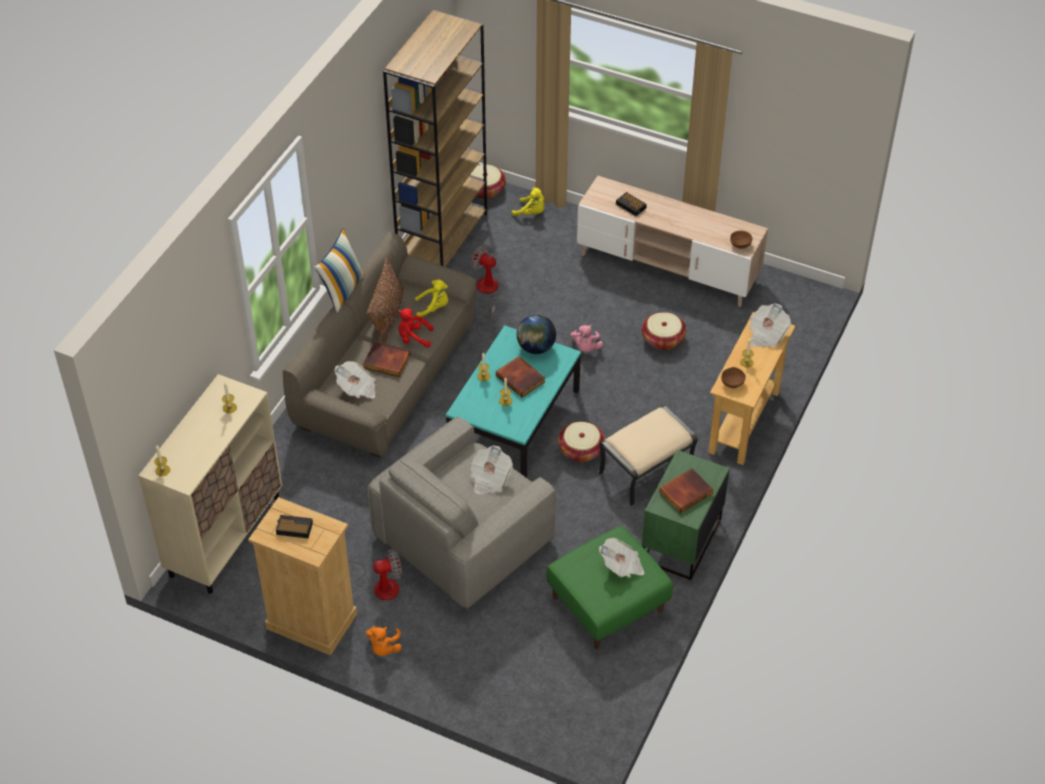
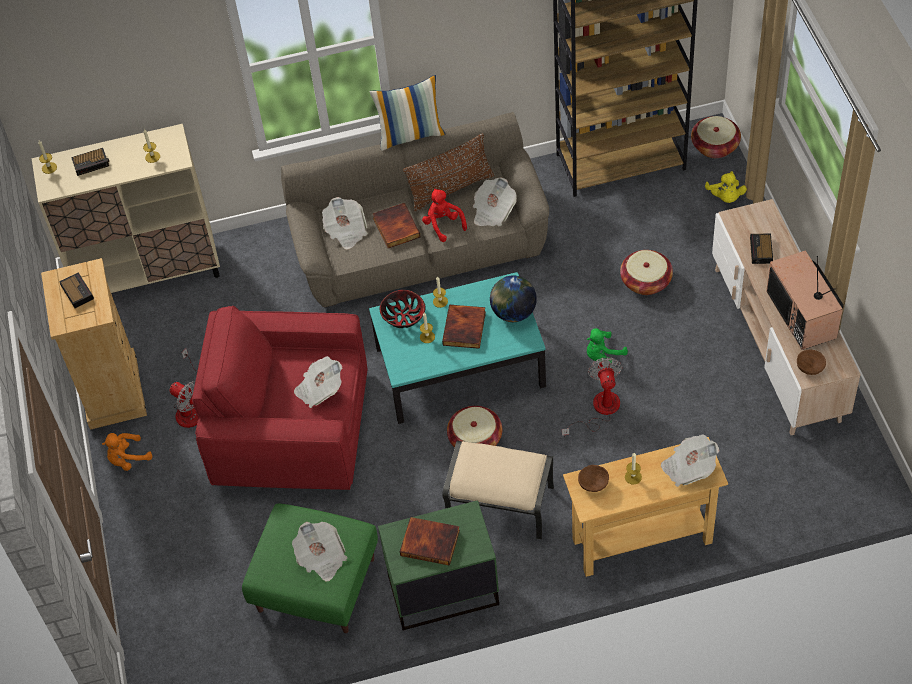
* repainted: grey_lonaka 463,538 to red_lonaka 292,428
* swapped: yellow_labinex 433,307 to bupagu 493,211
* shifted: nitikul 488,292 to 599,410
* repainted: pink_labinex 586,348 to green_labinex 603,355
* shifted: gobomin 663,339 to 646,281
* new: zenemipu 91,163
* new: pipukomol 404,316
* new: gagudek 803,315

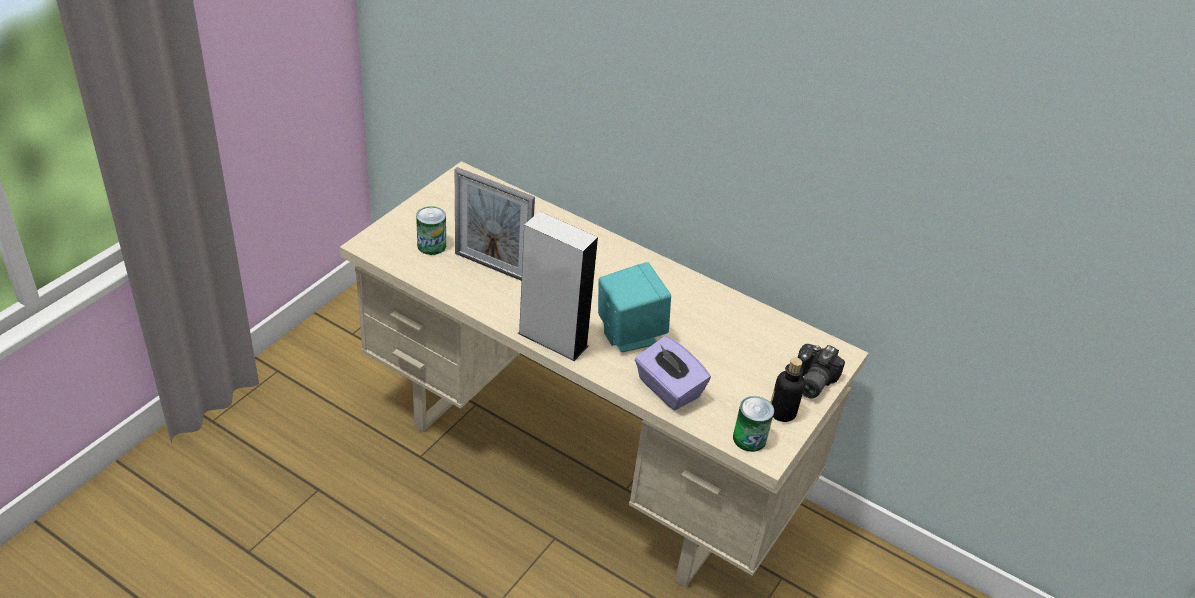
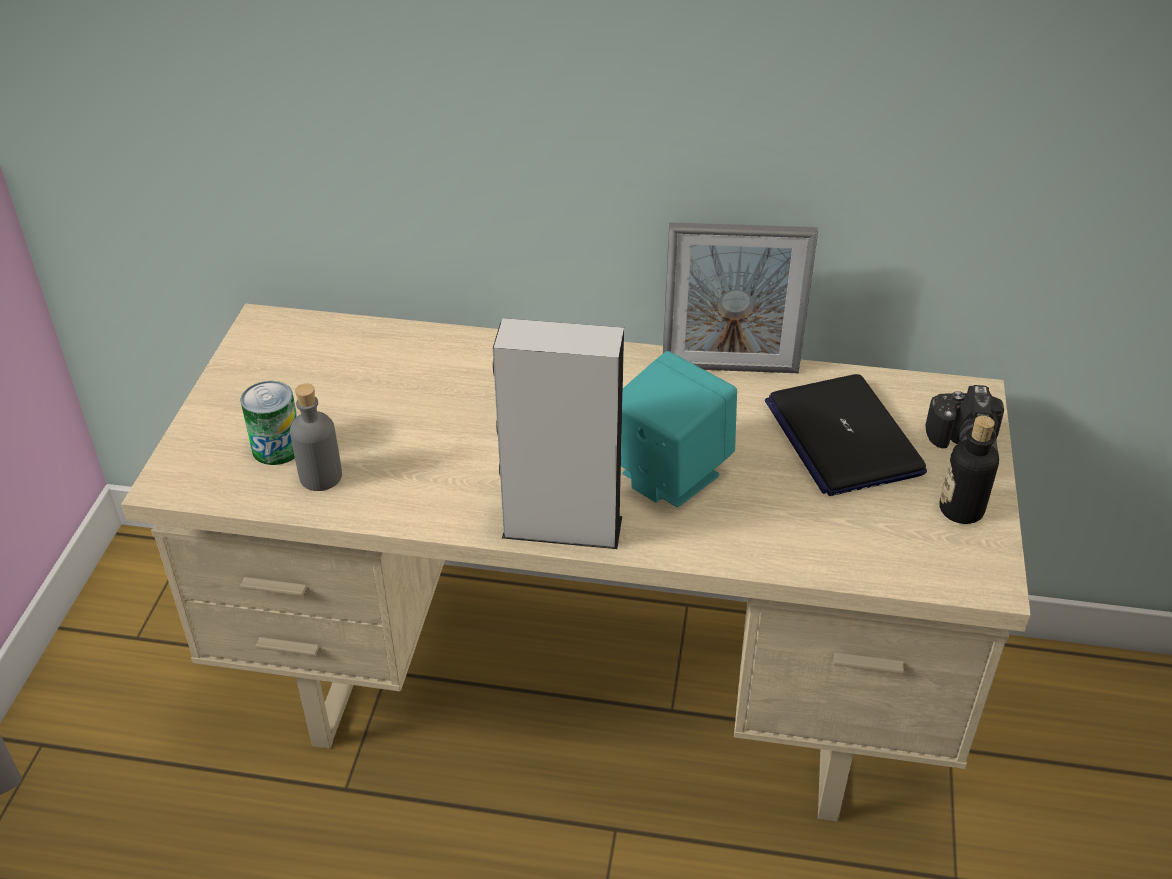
* shifted: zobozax 492,267 to 730,368
* gone: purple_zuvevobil 668,389
* gone: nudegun 749,438
* new: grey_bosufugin 320,477
* new: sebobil 842,437

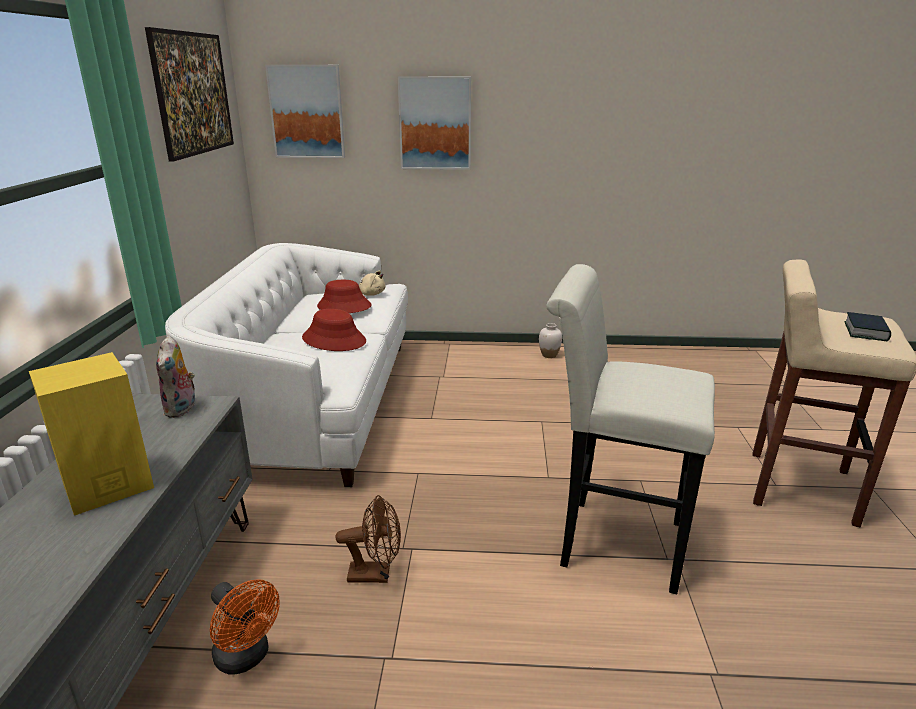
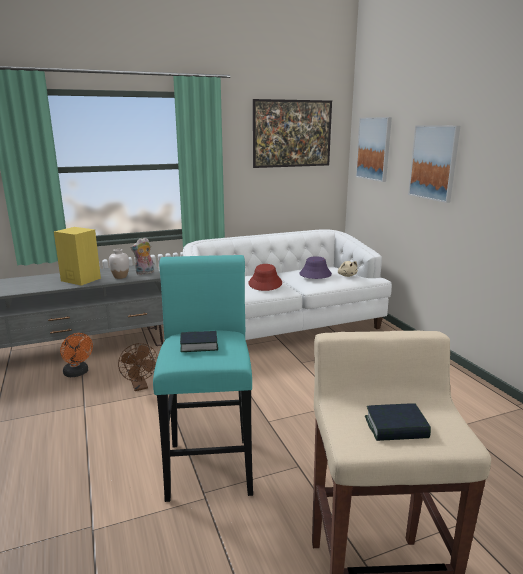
* rotated: orange_nitikul 247,658 = 78,373 60 degrees counterclockwise
* repainted: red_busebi 344,306 to purple_busebi 315,274
* shifted: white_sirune 549,355 to 120,277
* repainted: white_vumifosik 611,541 to turquoise_vumifosik 209,462
* new: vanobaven 199,345

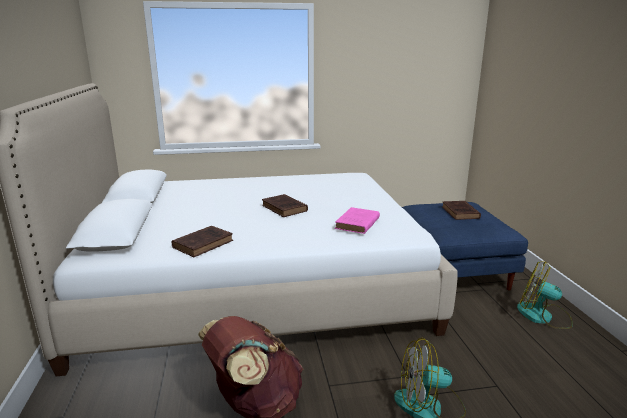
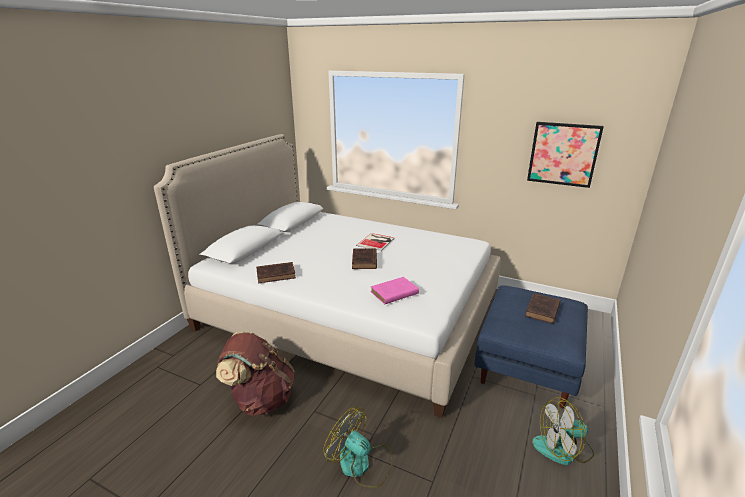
* rotated: nitikul 543,316 = 563,449 75 degrees counterclockwise
* new: vanobaven 376,242
* new: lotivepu 563,154

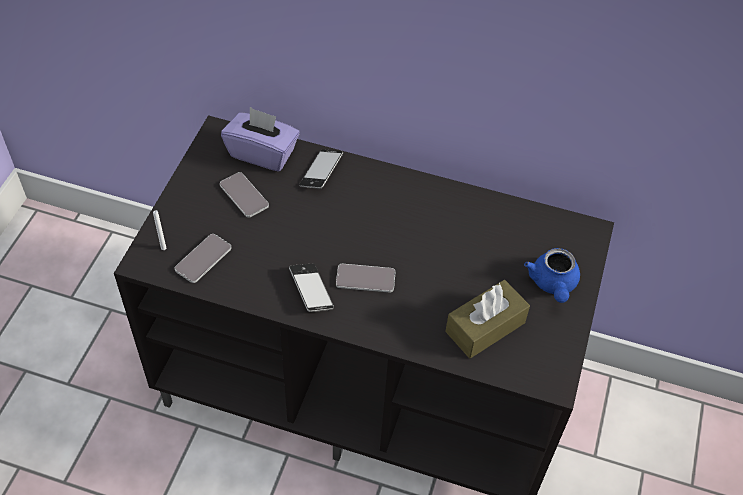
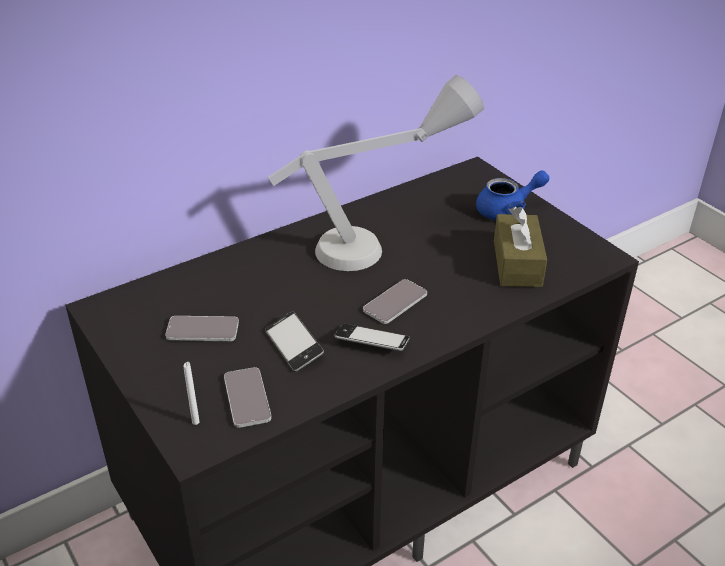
* gone: purple_zuvevobil 262,153
* shifted: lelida 321,172 to 294,346
* rotated: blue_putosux 553,284 = 508,210 60 degrees counterclockwise
* new: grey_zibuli 380,242

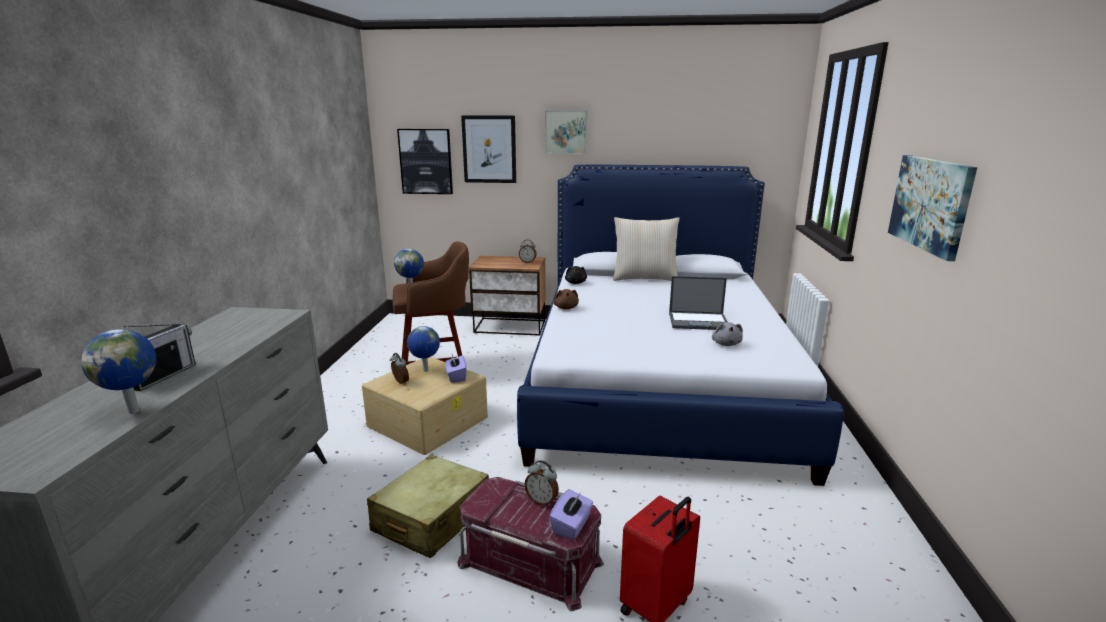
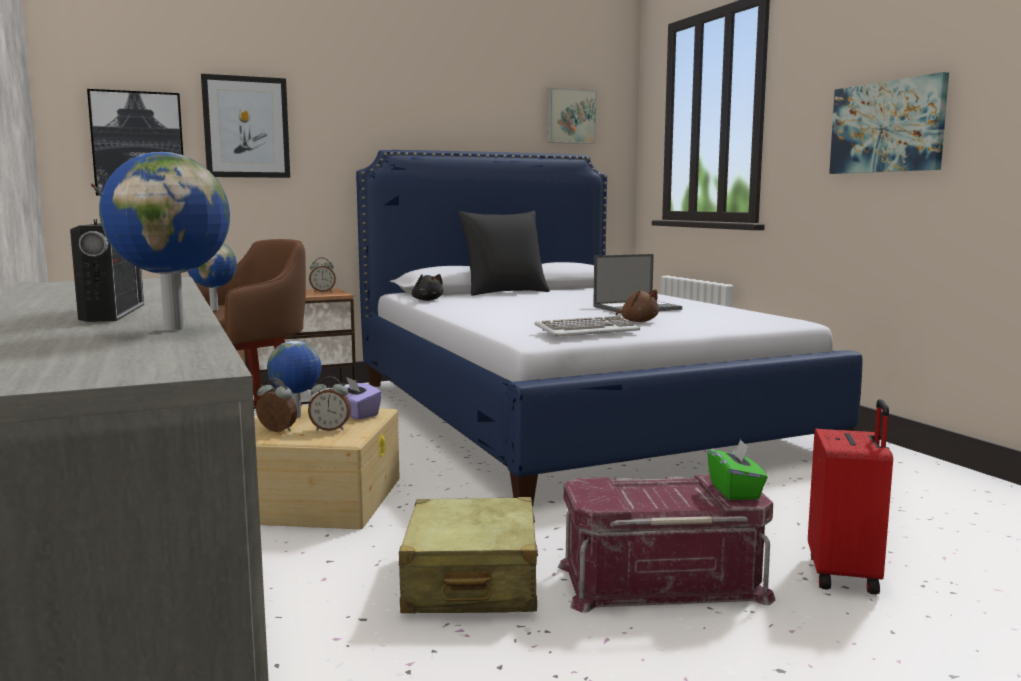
* shifted: zenemipu 542,501 to 330,429
* shifted: lotivepu 566,132 to 570,116
* repainted: purple_zuvevobil 571,526 to green_zuvevobil 735,491
* shifted: brown_labinex 566,308 to 638,321
* repainted: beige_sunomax 644,278 to black_sunomax 504,292
* gone: grey_labinex 726,344
* new: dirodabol 587,331

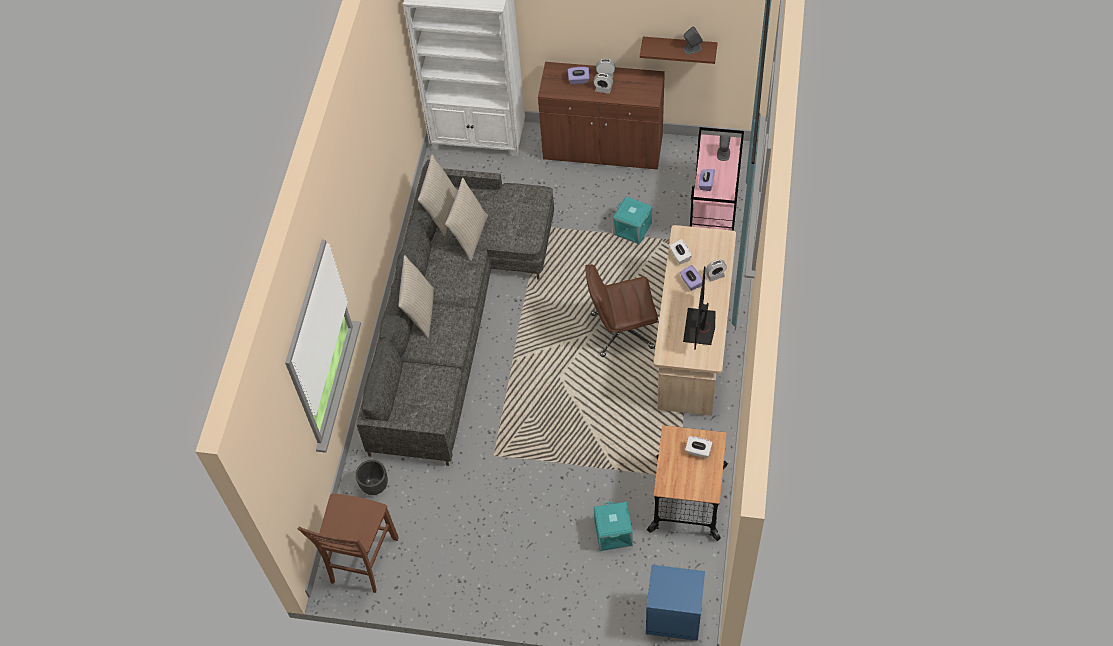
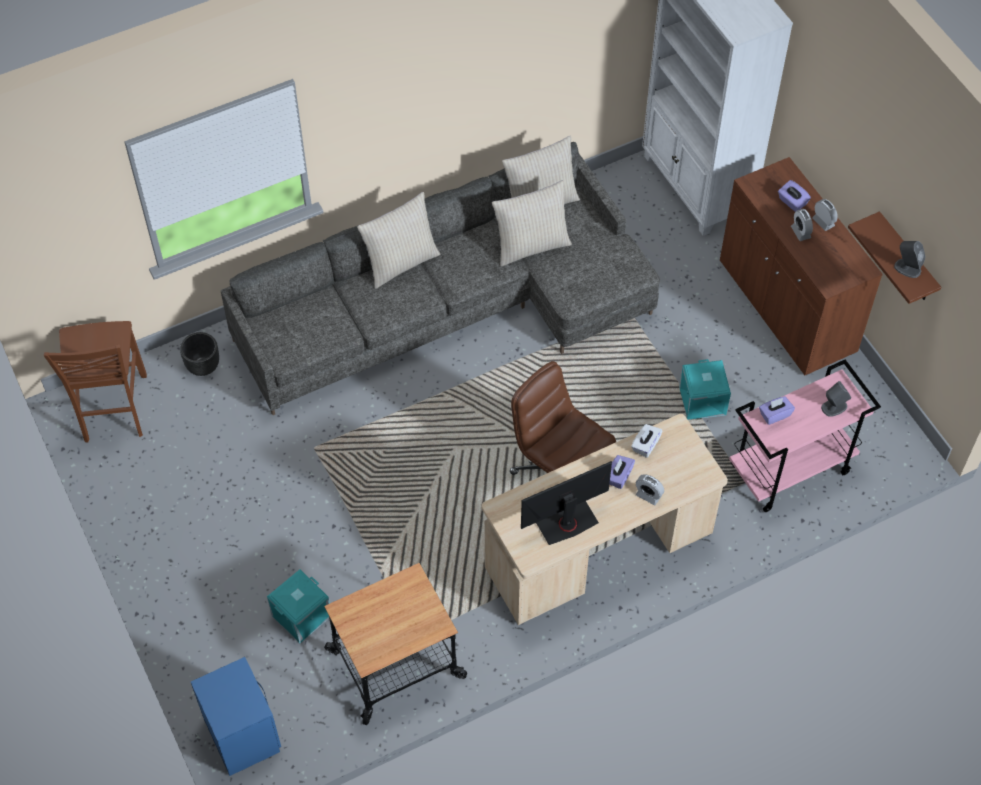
* rotated: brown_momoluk 362,561 = 113,410 75 degrees counterclockwise
* gone: white_zuvevobil 698,451

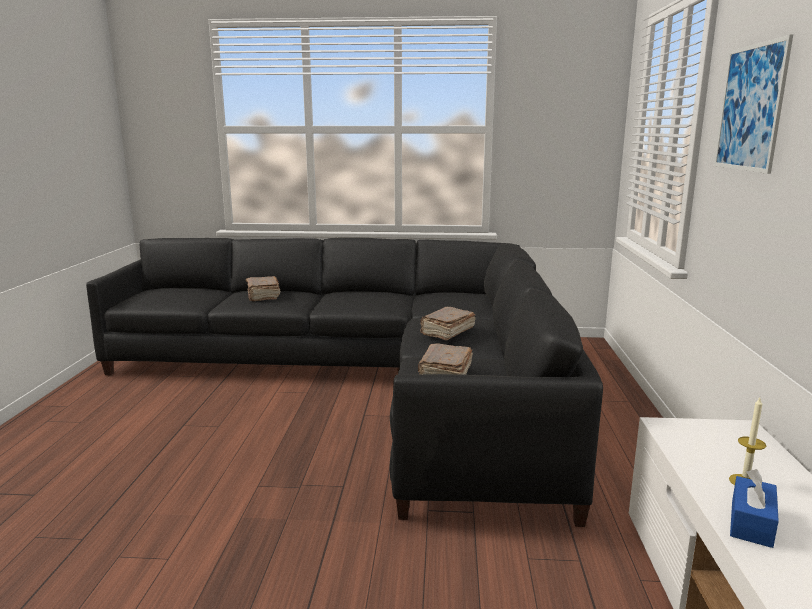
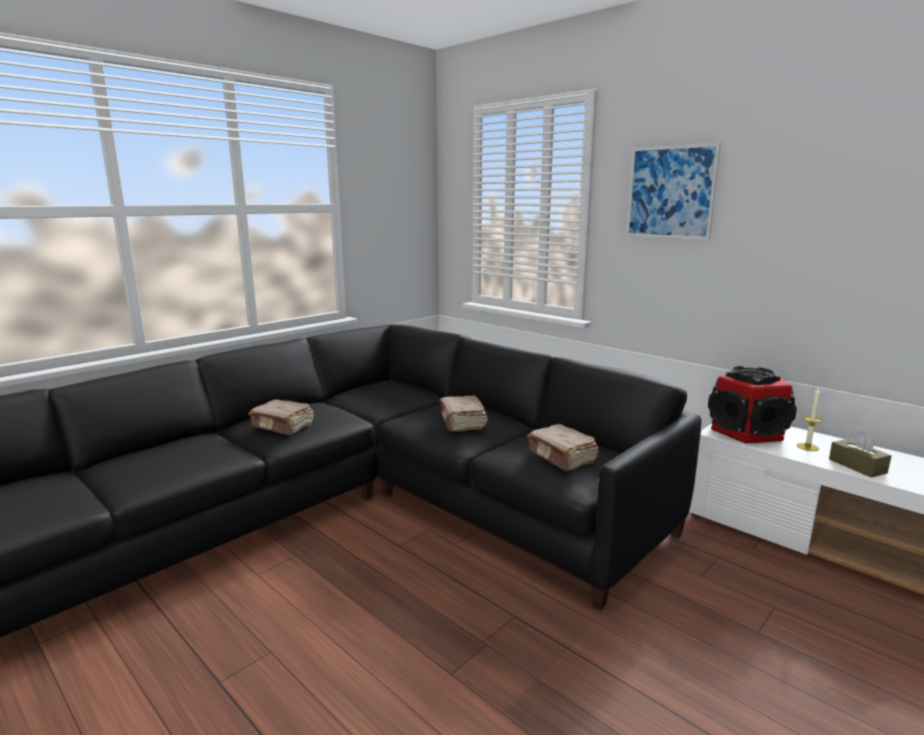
* shifted: brown_vanobaven 263,296 to 283,426
* repainted: blue_zuvevobil 751,523 to brown_zuvevobil 857,466
* new: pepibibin 747,432

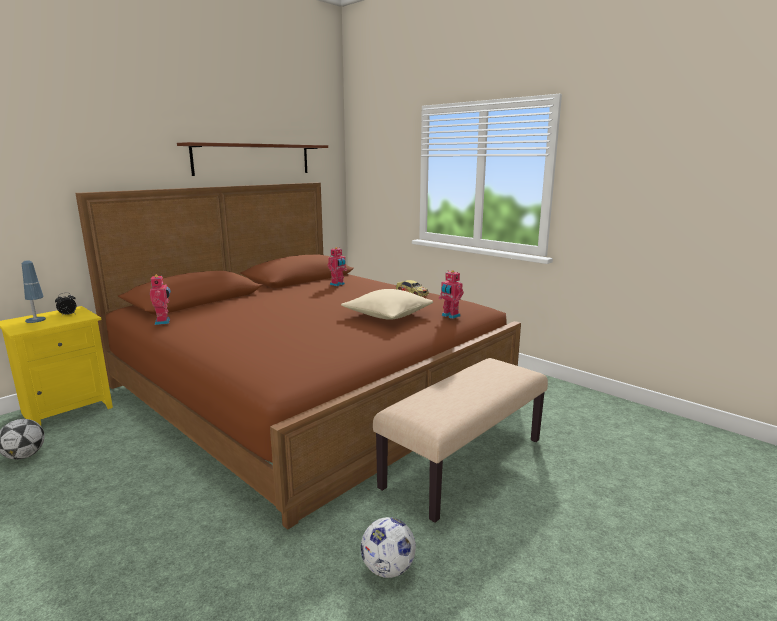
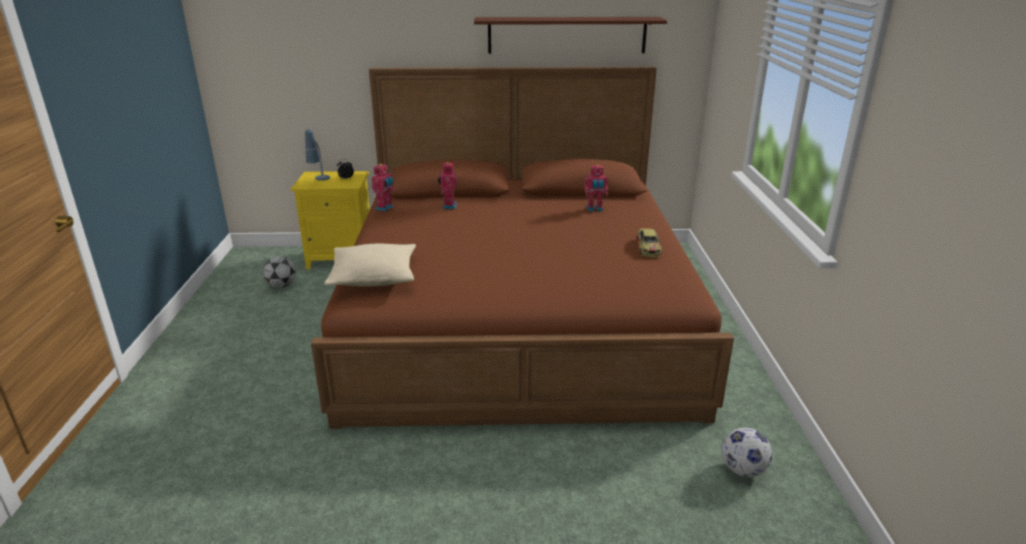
* shifted: beige_sunomax 387,315 to 374,277
* shifted: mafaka 387,569 to 742,470
* gone: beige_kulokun 463,462
* shifted: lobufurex 450,316 to 448,206

